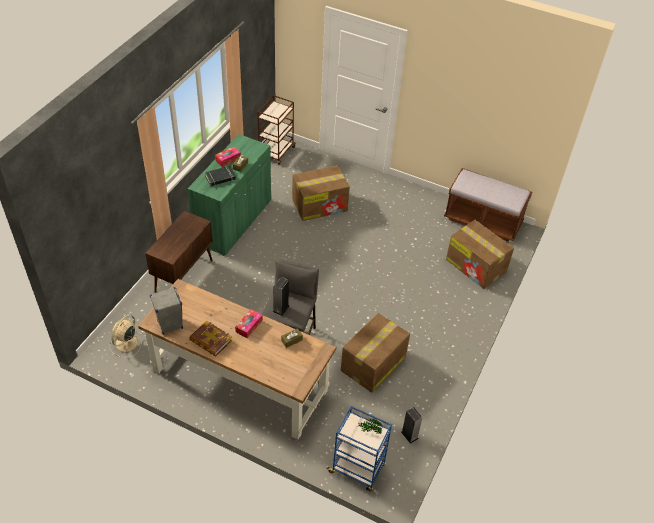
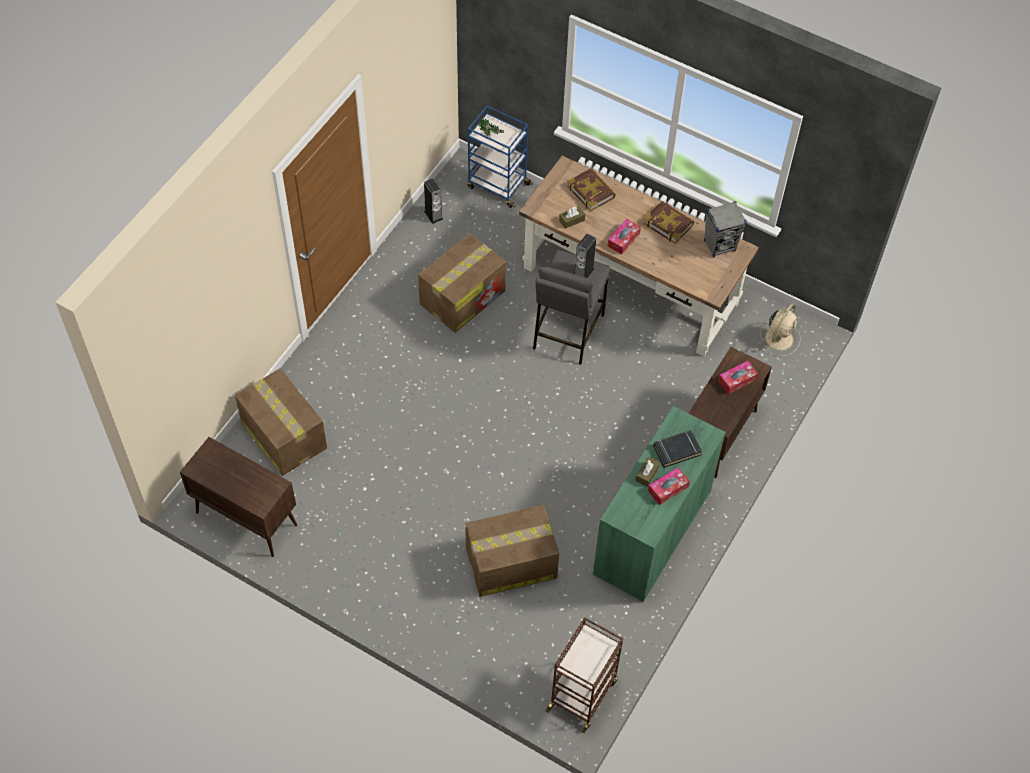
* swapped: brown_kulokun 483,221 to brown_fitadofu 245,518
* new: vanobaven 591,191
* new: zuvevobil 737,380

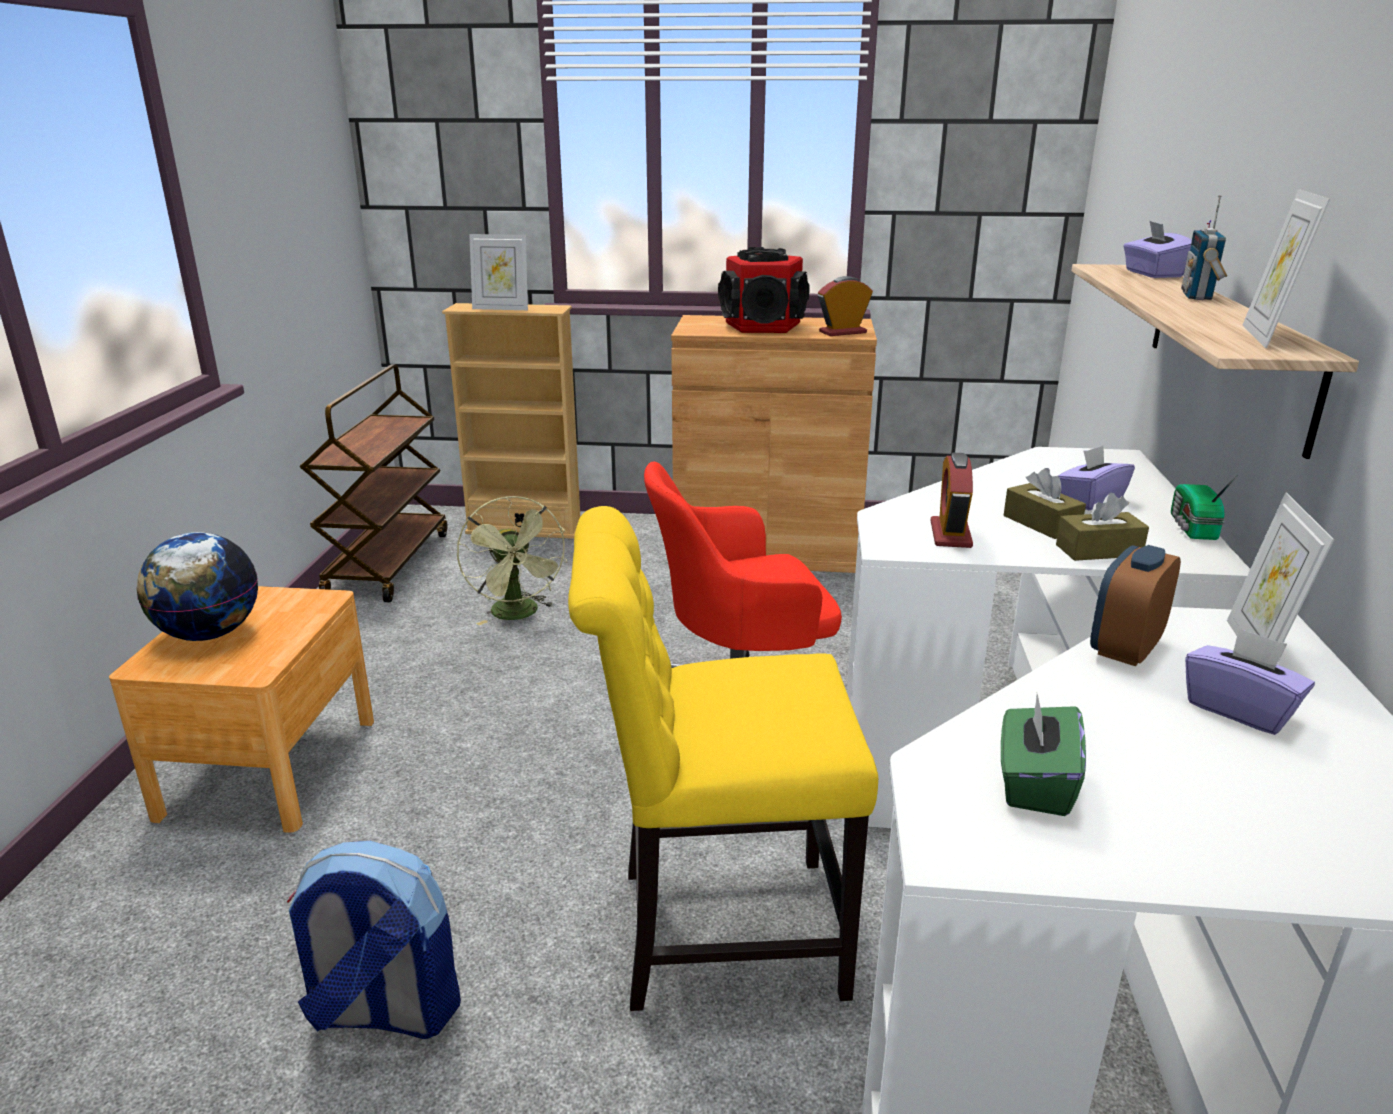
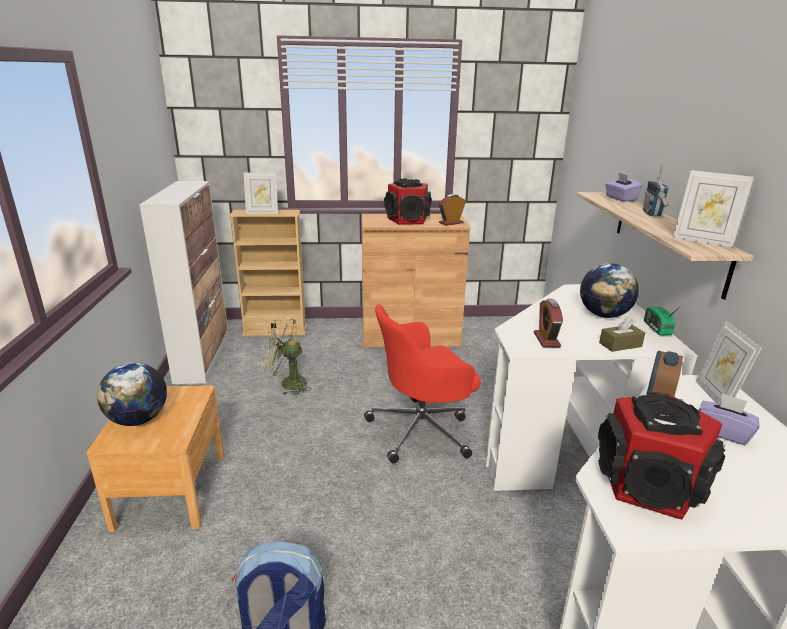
* swapped: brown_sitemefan 387,564 to fitadofu 203,357
* rotated: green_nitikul 519,615 = 287,383 135 degrees clockwise
* gone: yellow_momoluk 716,931
* swapped: green_zuvevobil 1034,784 to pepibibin 650,485
* gone: brown_zuvevobil 1041,524
* swapped: purple_zuvevobil 1090,500 to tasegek 603,315
* rotated: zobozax 1266,337 = 702,241 60 degrees counterclockwise

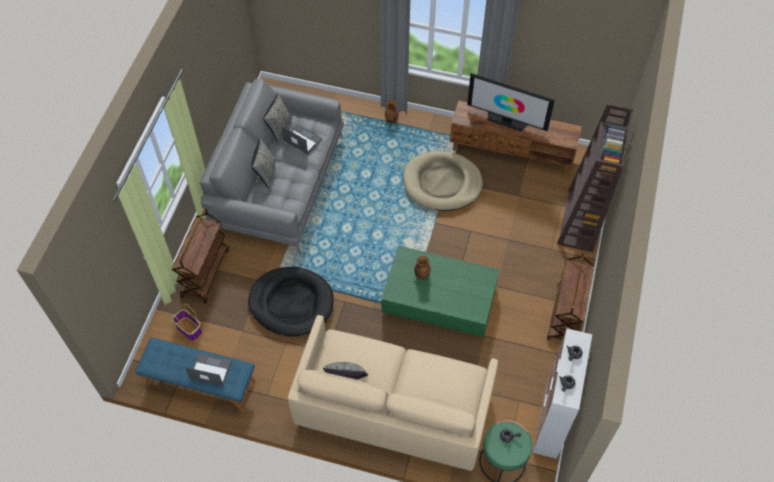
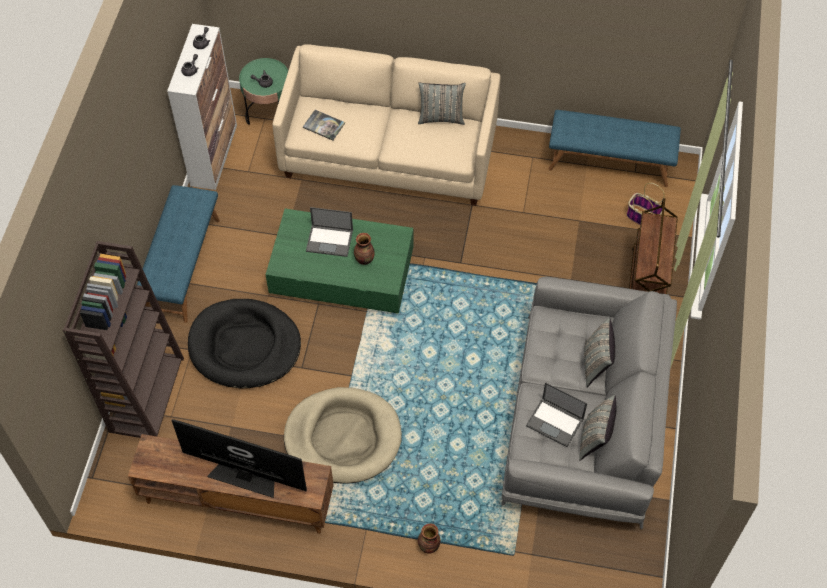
* shifted: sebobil 210,370 to 330,240
* shifted: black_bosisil 291,303 to 245,346
* swapped: brown_sitemefan 566,315 to blue_kulokun 183,266
* new: vanobaven 324,125

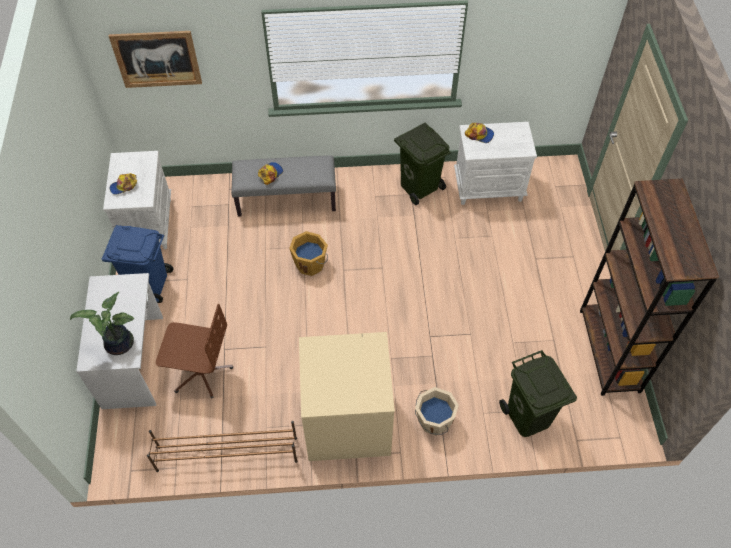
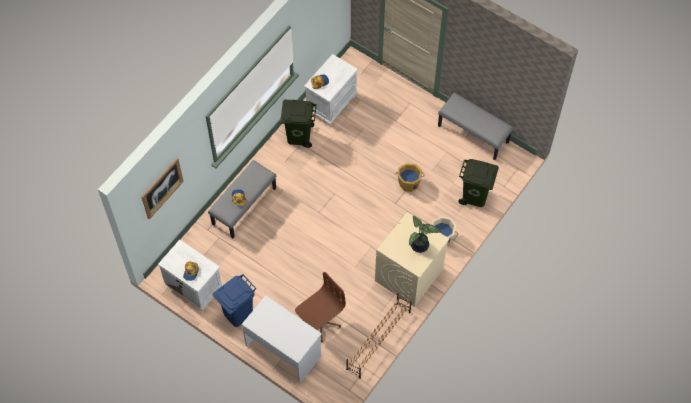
* shifted: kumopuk 118,345 to 420,246
* shifted: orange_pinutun 310,263 to 409,183
* swapped: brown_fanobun 609,350 to grey_kulokun 473,134

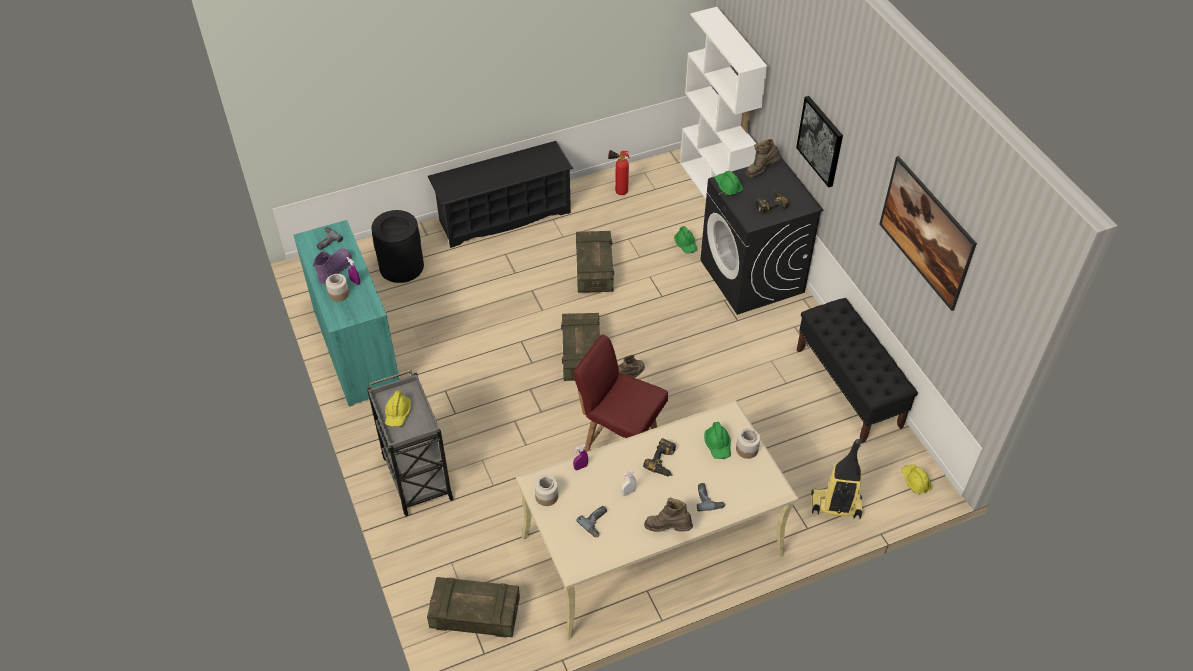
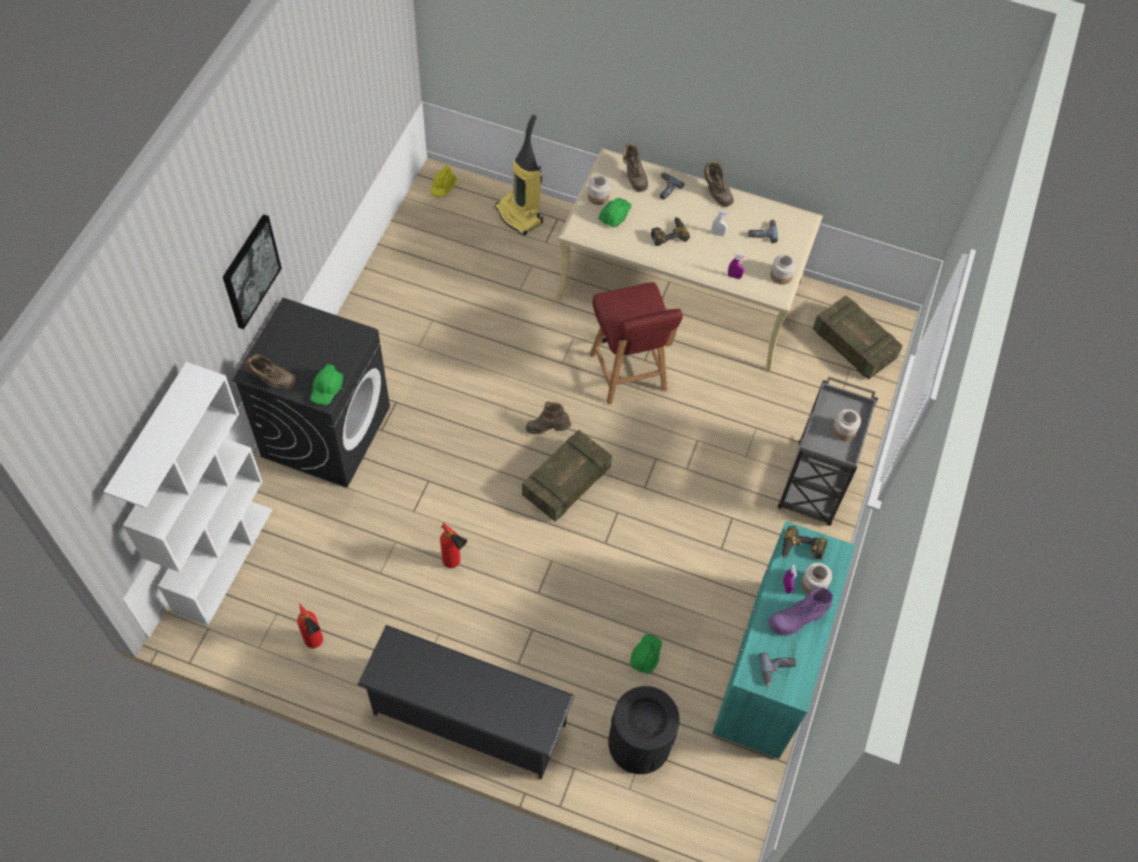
* swapped: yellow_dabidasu 398,413 to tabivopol 843,430
* swapped: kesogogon 594,270 to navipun 454,564
* shifted: green_dabidasu 686,244 to 645,655
* shifted: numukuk 770,204 to 801,550
* gone: black_kulokun 848,388
* gone: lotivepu 921,249
* new: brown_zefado 634,177

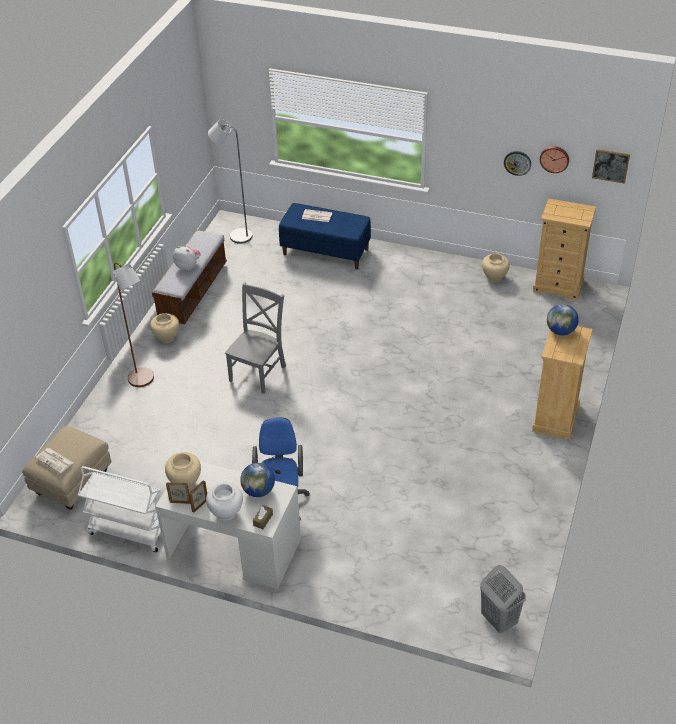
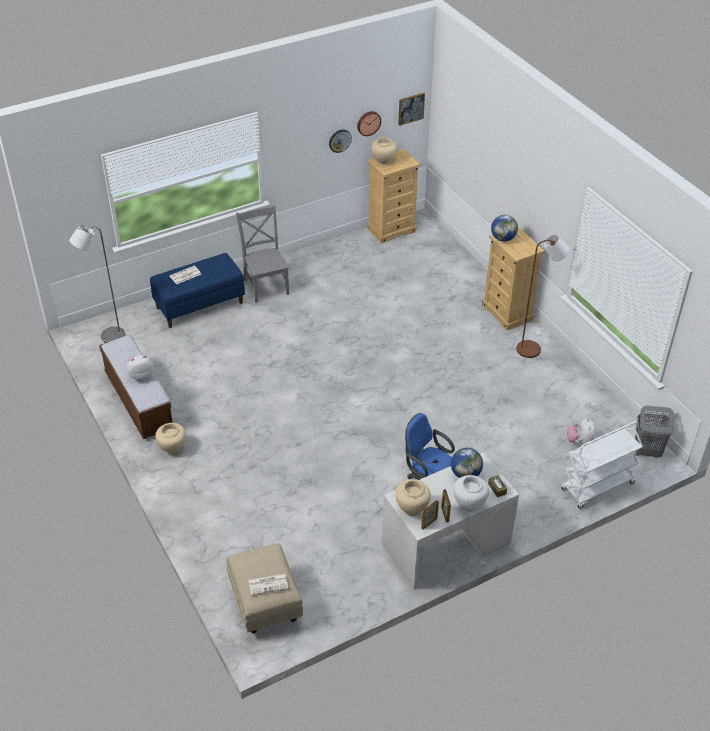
* shifted: white_sitemefan 128,531 to 597,487
* shifted: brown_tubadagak 144,380 to 533,349
* shifted: grey_momoluk 259,372 to 266,285
* shifted: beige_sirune 494,278 to 383,161
* new: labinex 580,442

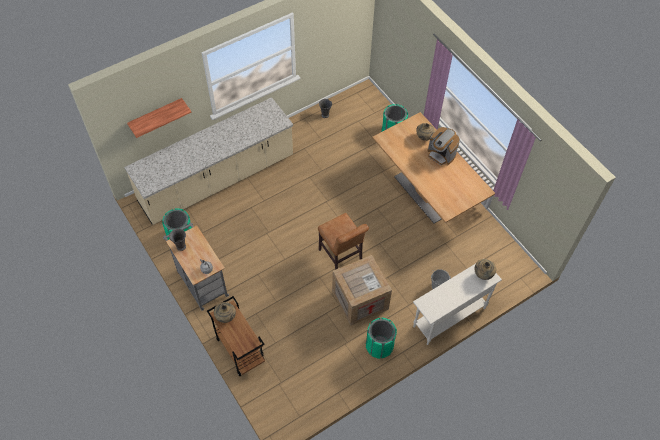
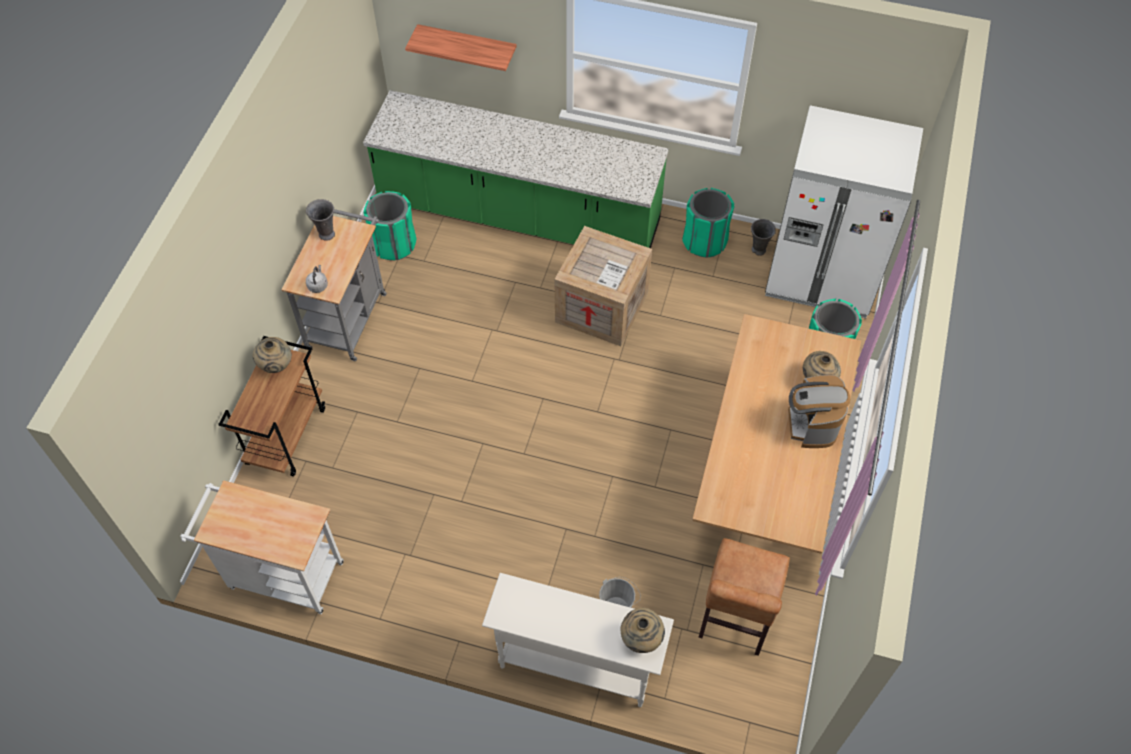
* repainted: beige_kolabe 217,180 to green_kolabe 519,214
* shifted: brown_momoluk 341,257 to 734,619
* shifted: kesogogon 360,299 to 603,307
* shifted: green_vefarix 379,345 to 705,241
* new: white_sitemefan 280,574
* new: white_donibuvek 822,275

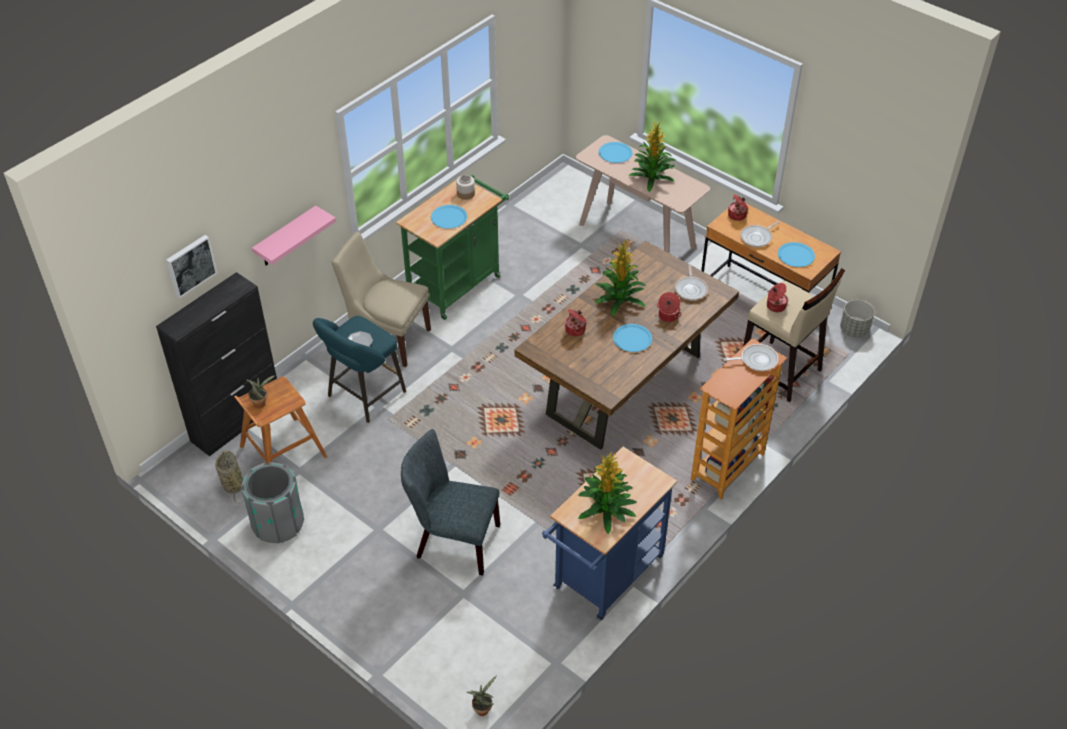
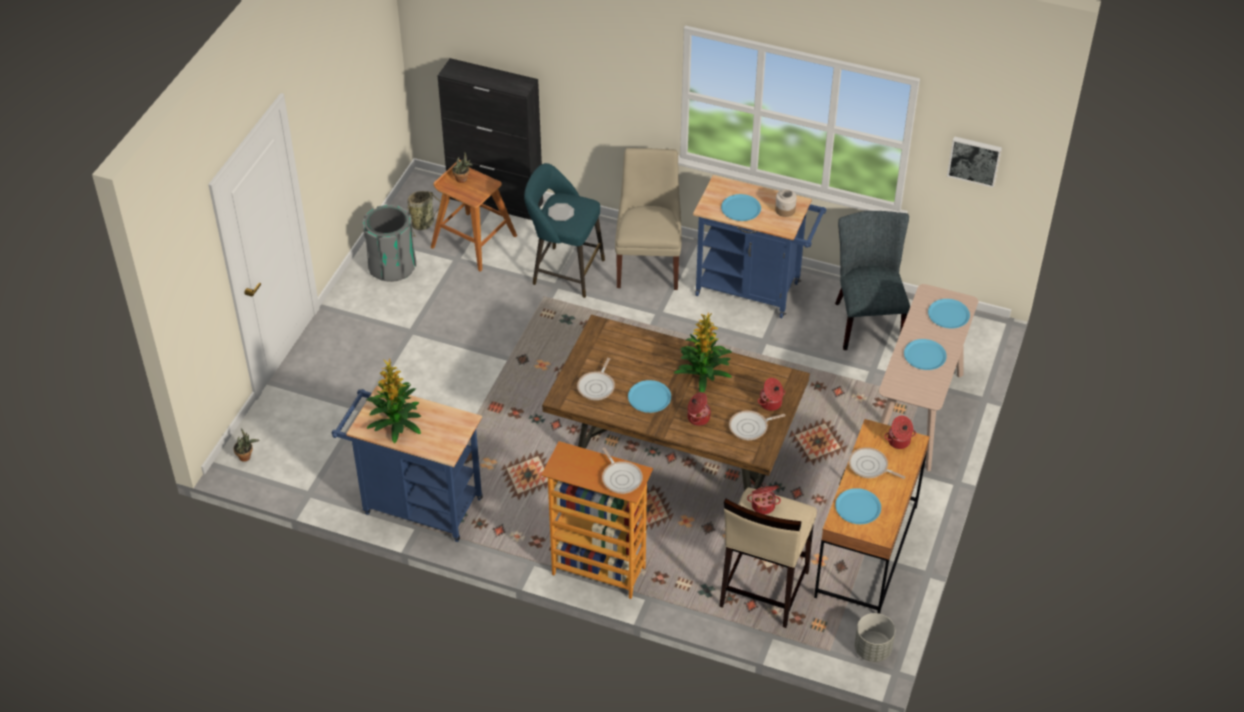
* shifted: lotivepu 190,265 to 974,160
* gone: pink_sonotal 286,238
* repainted: green_sitemefan 458,283 to blue_sitemefan 754,290
* shifted: grey_momoluk 452,541 to 866,320
* shifted: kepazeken 576,330 to 771,403
* swapped: kumopuk 652,177 to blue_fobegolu 924,355
* new: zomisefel 597,386

